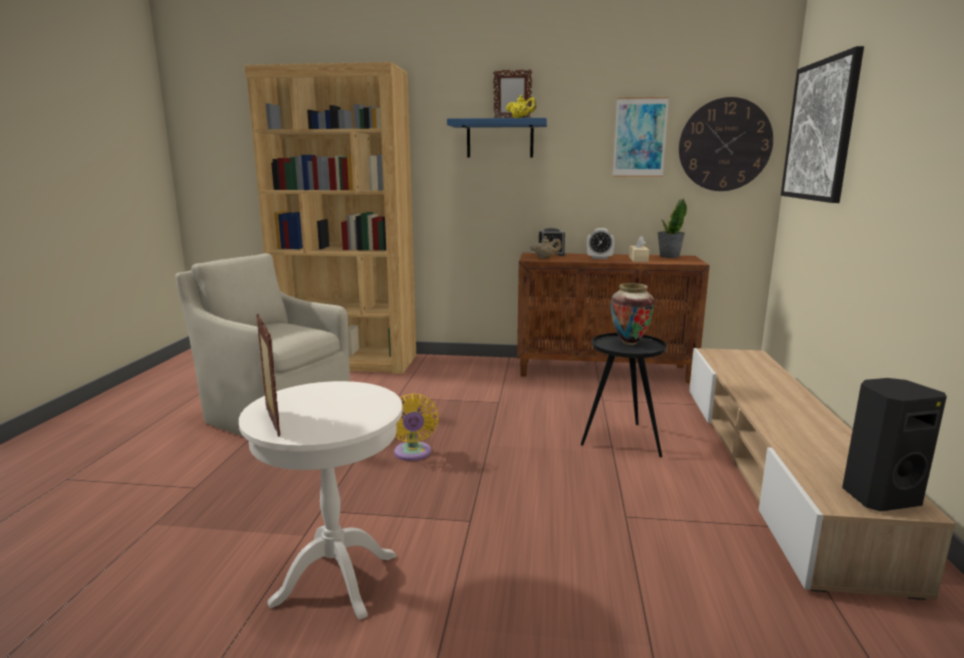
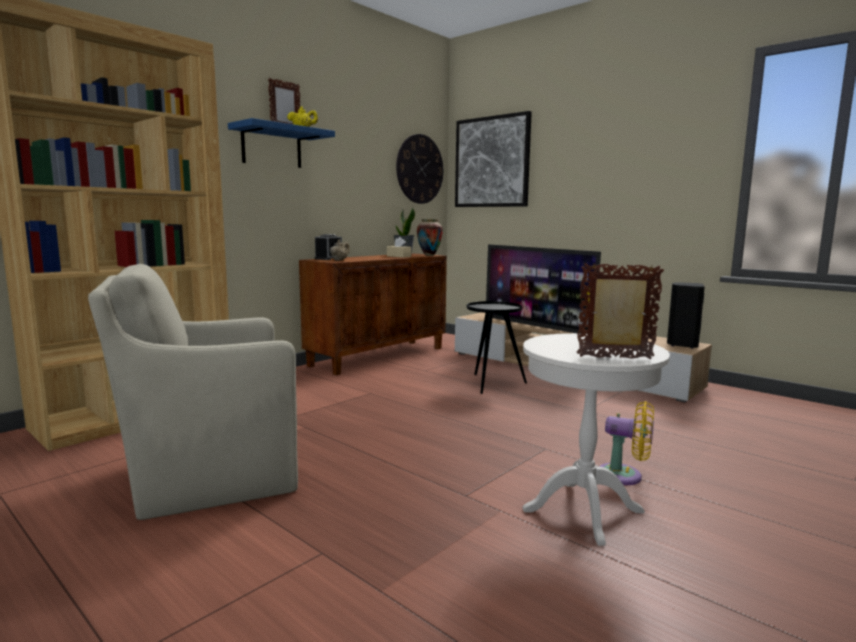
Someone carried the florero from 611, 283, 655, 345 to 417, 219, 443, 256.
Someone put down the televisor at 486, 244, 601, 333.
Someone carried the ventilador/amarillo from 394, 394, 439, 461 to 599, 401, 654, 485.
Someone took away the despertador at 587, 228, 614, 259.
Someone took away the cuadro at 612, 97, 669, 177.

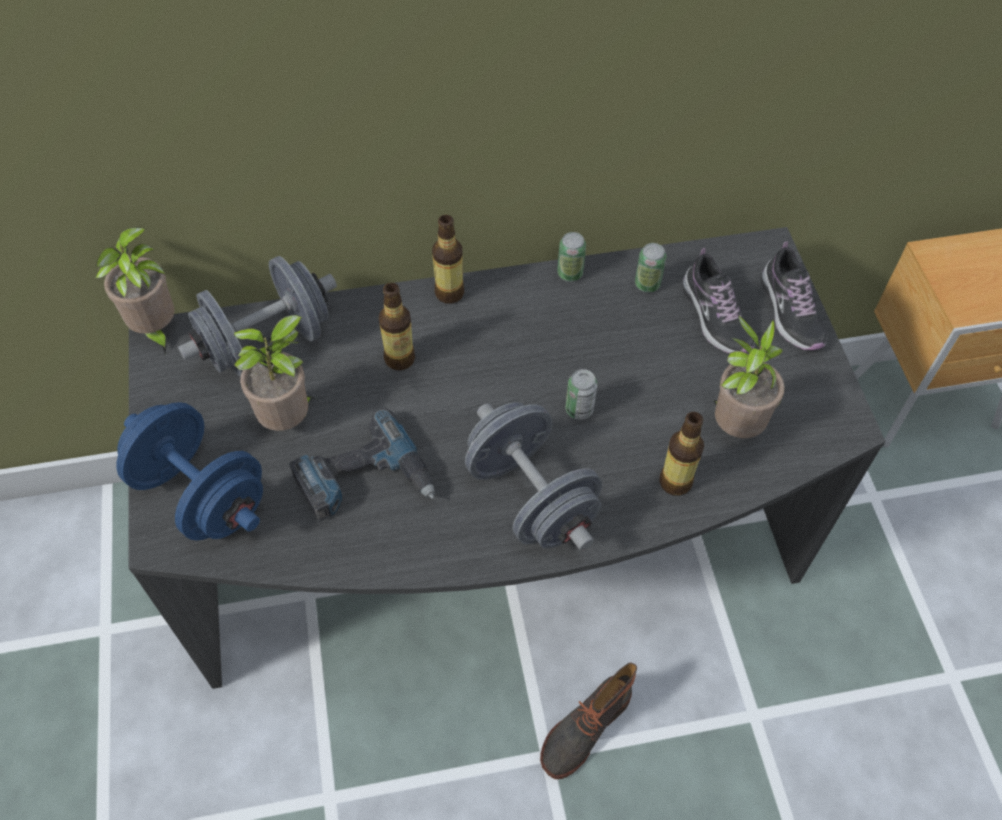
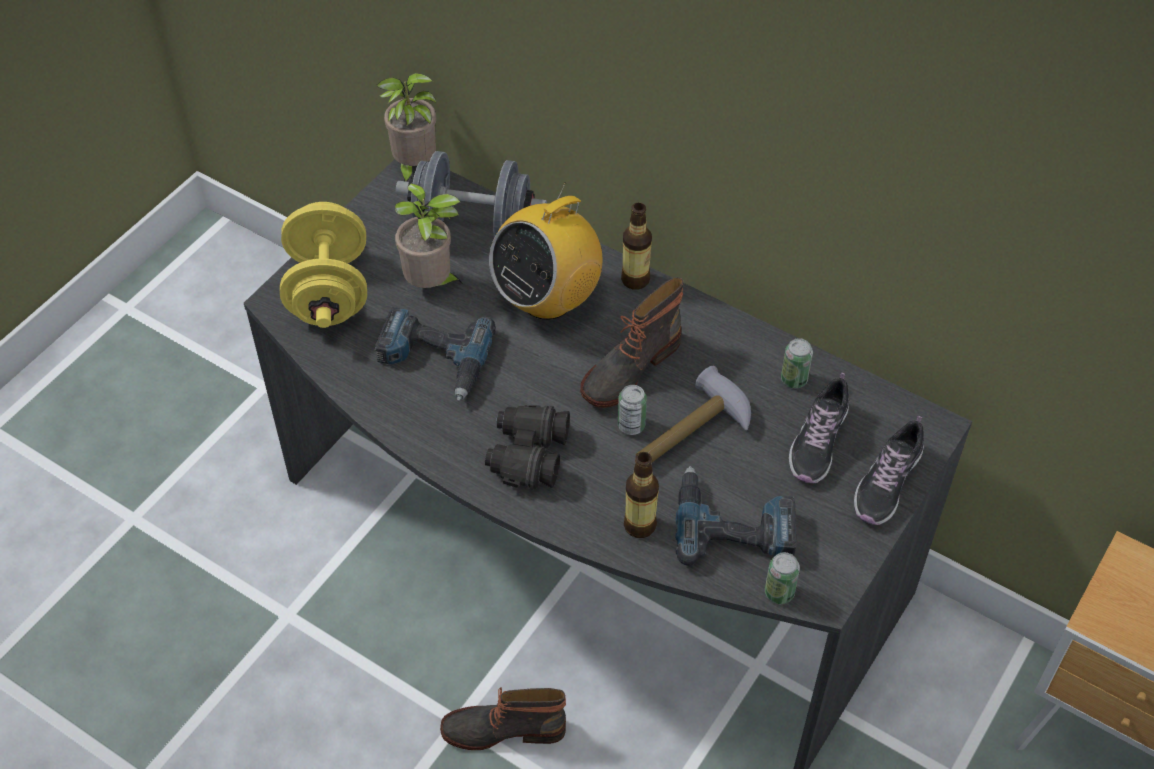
Someone repainted the mancuerna/azul at 117, 402, 263, 541, which became the mancuerna/amarillo at 280, 202, 367, 328.
Someone swapped the mancuerna/gris at 465, 402, 603, 551 for the prismáticos/negro at 485, 405, 570, 490.
Someone swapped the botella at 379, 283, 415, 370 for the radio at 489, 182, 602, 320.
Someone put down the bota at 580, 277, 684, 408.
Someone put down the martillo at 636, 366, 751, 462.
Someone swapped the planta en maceta at 714, 315, 785, 438 for the taladro at 675, 466, 796, 566.
Someone carried the lata from 557, 232, 586, 282 to 765, 552, 800, 604.

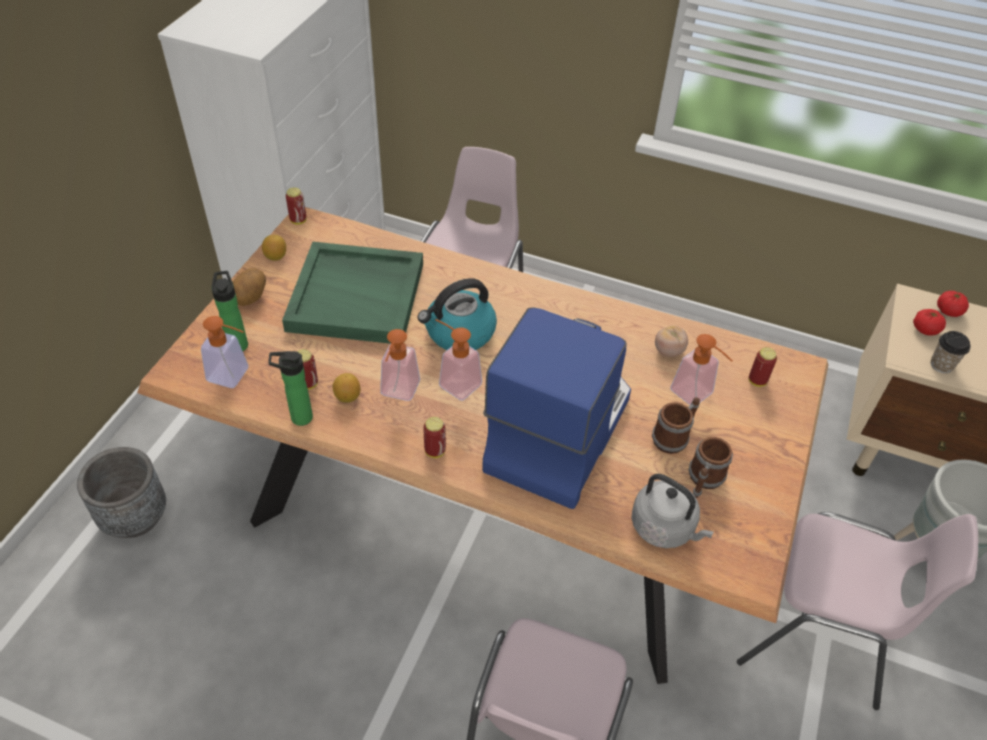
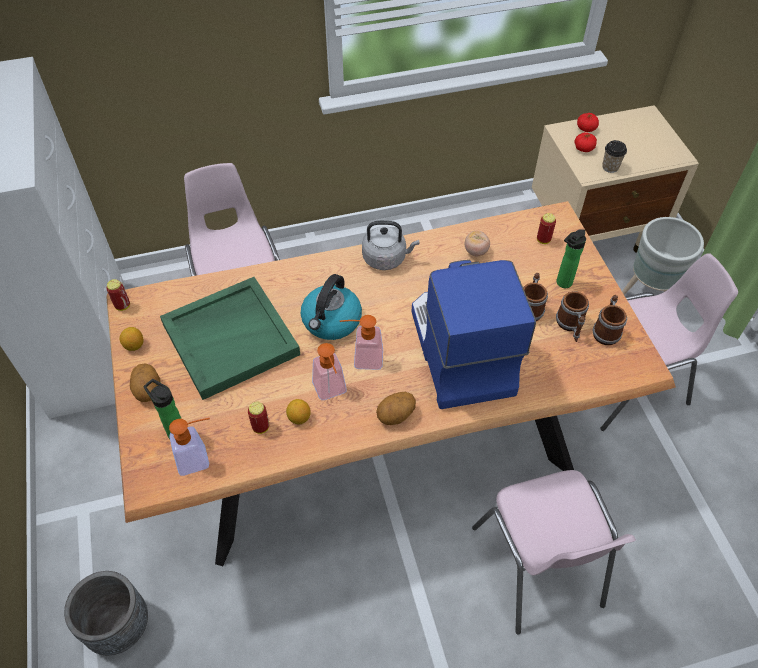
Someone carried the hervidor/gris from 631, 474, 714, 548 to 362, 221, 419, 270.
Someone swapped the lata at 423, 417, 446, 458 for the patata at 376, 392, 416, 425.
Someone carried the botella from 268, 351, 313, 426 to 556, 229, 586, 288.
Someone put down the taza grande at 592, 295, 627, 345.
Someone took away the dispensador de jabón at 670, 334, 733, 405.

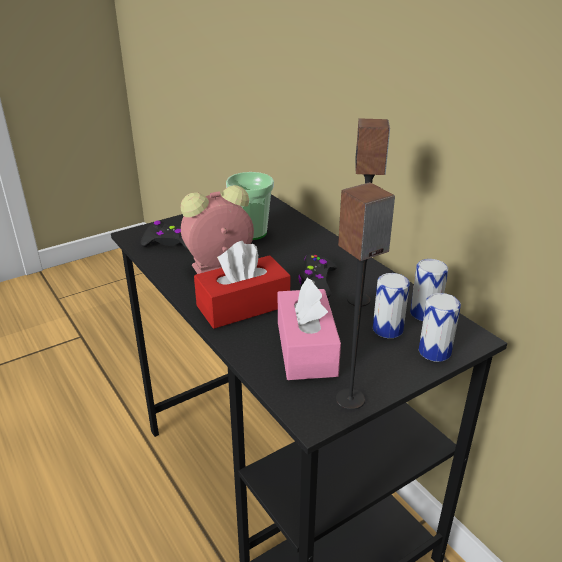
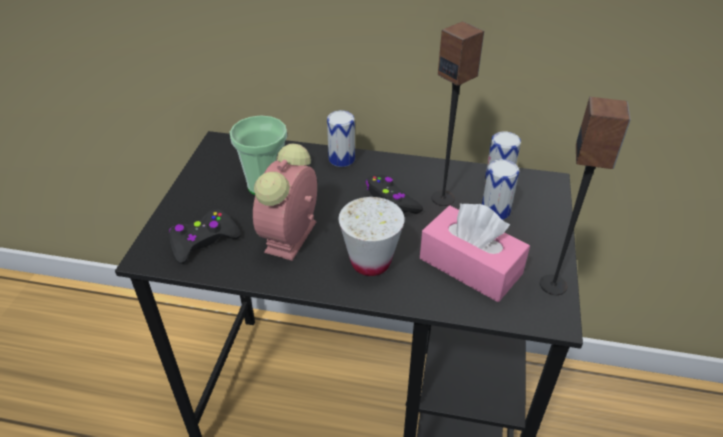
Someone carried the lata from 419, 293, 461, 362 to 327, 110, 355, 167.
Someone swapped the caja de pañuelos/rojo at 194, 241, 290, 329 for the taza/blanco at 339, 197, 405, 276.

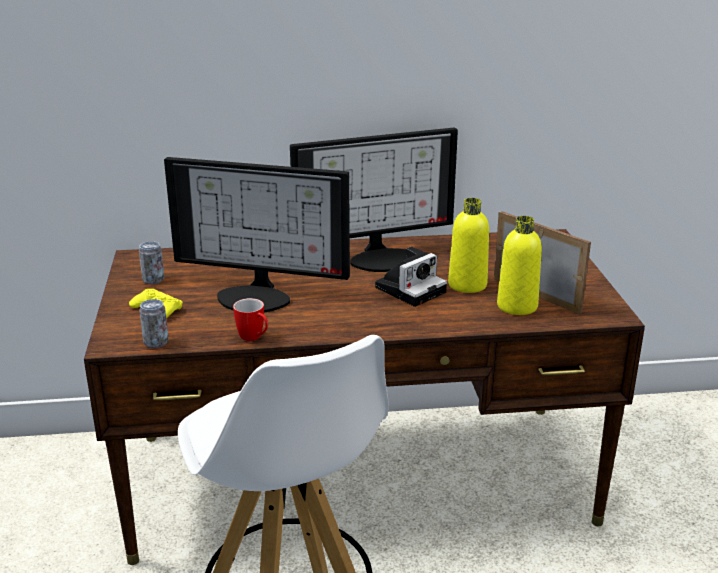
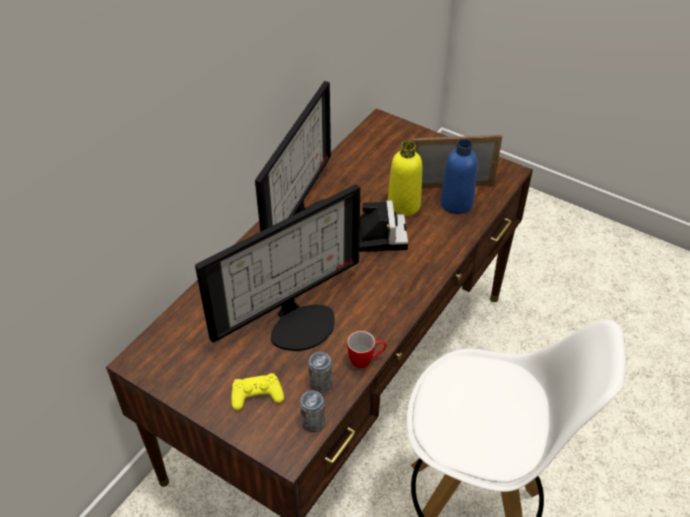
Someone carried the lata from 139, 241, 165, 284 to 308, 352, 332, 393.
Someone repainted the botella/amarillo at 497, 216, 542, 315, which became the botella/azul at 440, 139, 478, 214.

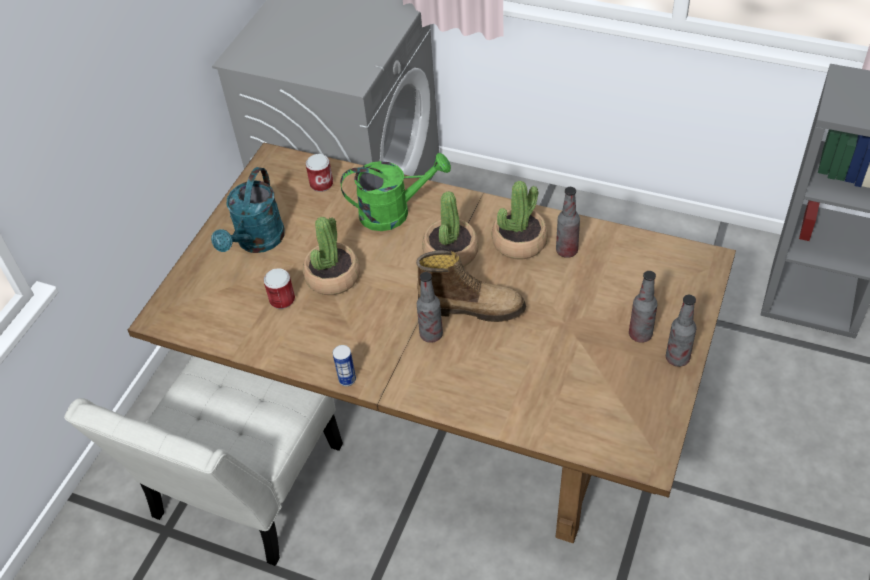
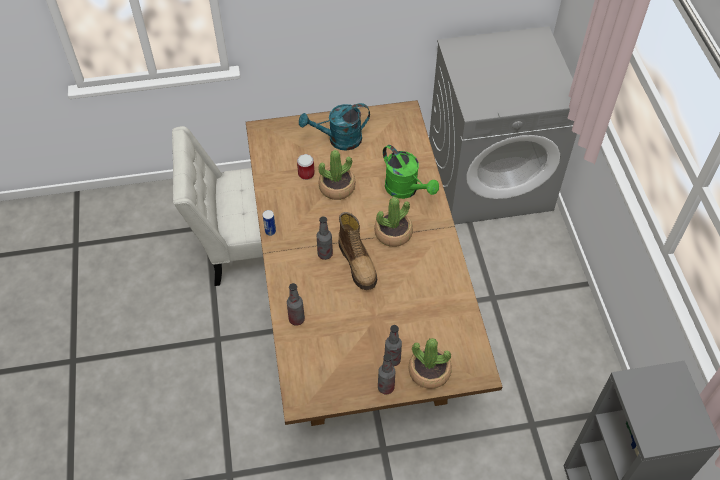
Someone carried the botella from 556, 187, 580, 258 to 287, 283, 305, 326.
Someone carried the planta en maceta from 492, 181, 548, 259 to 408, 338, 452, 389.
Someone took away the lata at 306, 154, 333, 192.

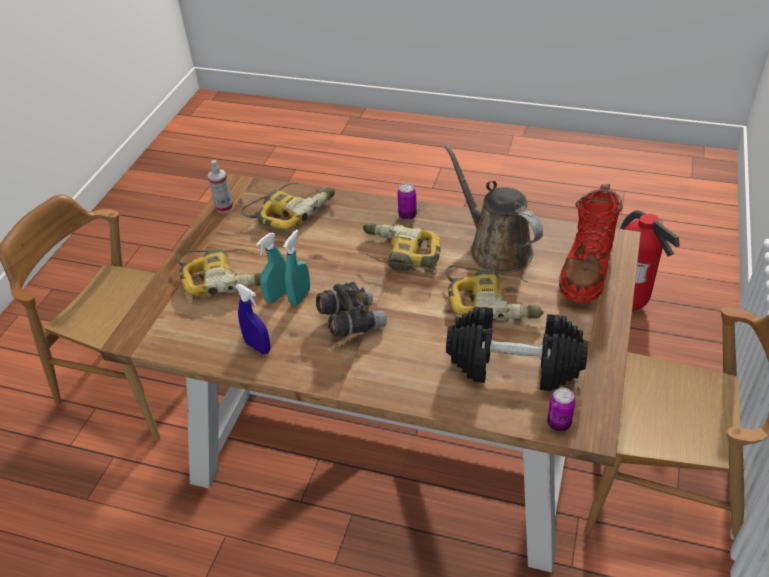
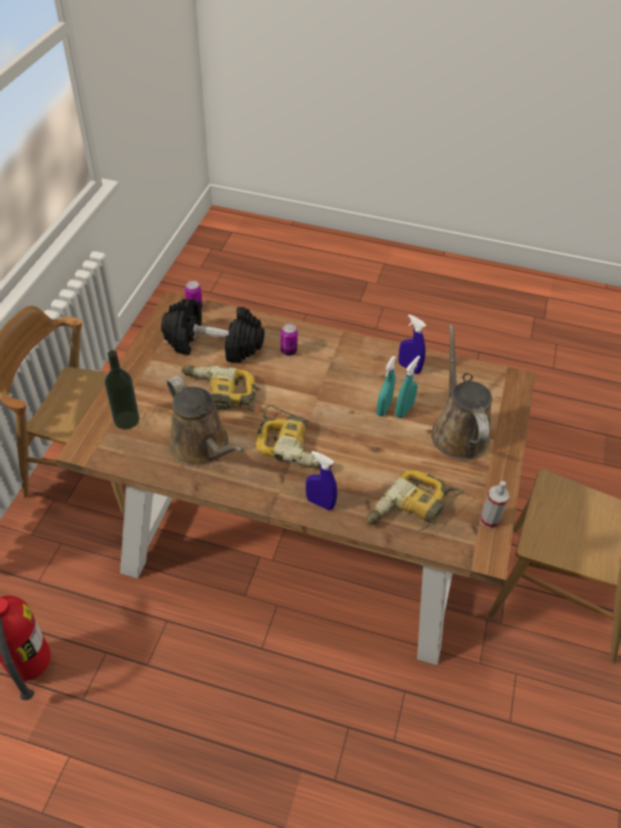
Someone swapped the bota/rojo at 559, 184, 622, 303 for the botella at 105, 350, 140, 430.
Someone carried the lata from 397, 184, 417, 220 to 281, 324, 298, 356.
Someone put down the pulverizador/azul at 306, 451, 337, 510.
Someone swapped the taladro at 177, 248, 262, 296 for the regadera/marrón at 431, 325, 492, 460.
Someone took away the prismáticos/gris at 316, 282, 387, 337.

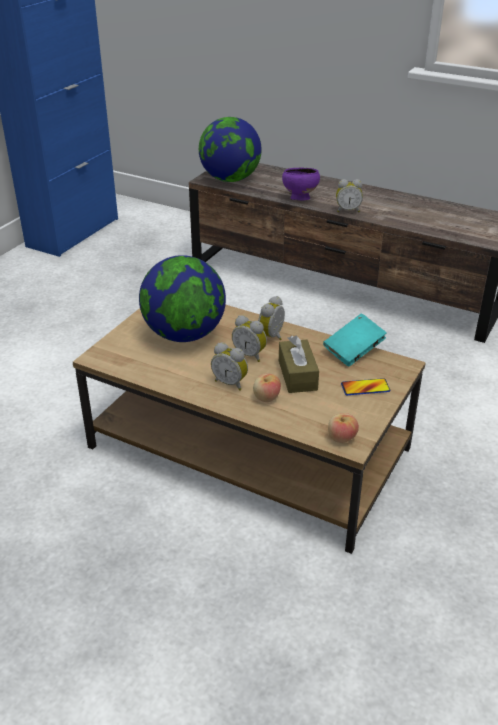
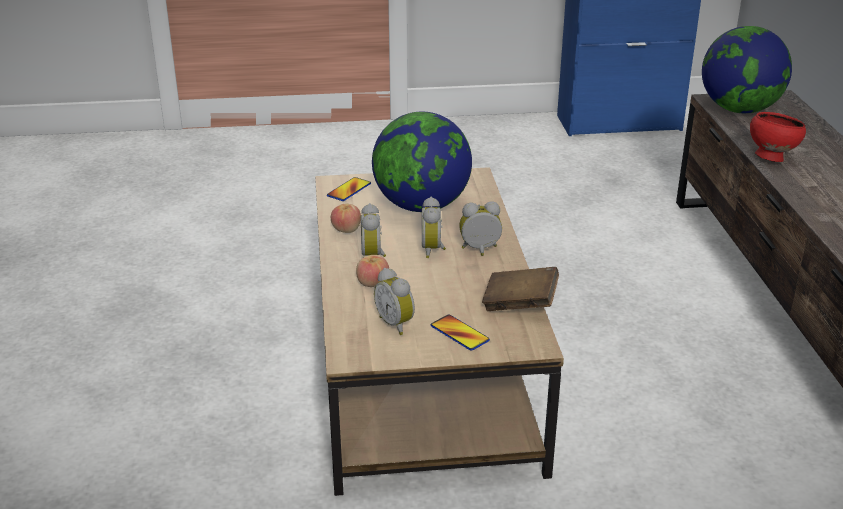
Someone put down the móvil at 327, 177, 371, 201.
Someone carried the manzana from 328, 413, 359, 443 to 331, 204, 361, 233.
Someone carried the despertador from 336, 179, 363, 212 to 374, 268, 415, 335.
Someone repainted the libro/turquesa at 323, 313, 386, 366, which became the libro/marrón at 482, 267, 559, 311.
Someone repainted the cuenco/morado at 282, 167, 320, 200, which became the cuenco/rojo at 750, 112, 806, 162.
Someone took away the caja de pañuelos/marrón at 279, 336, 319, 393.

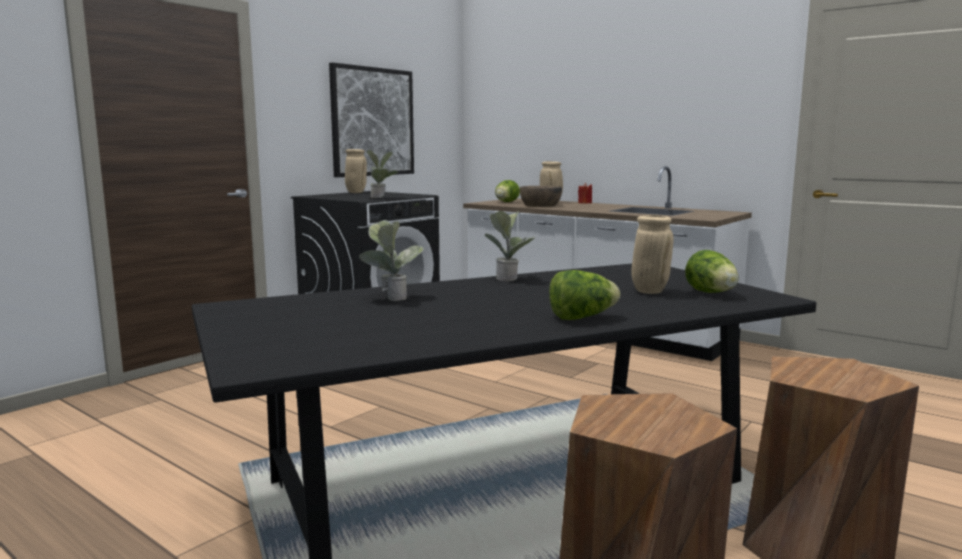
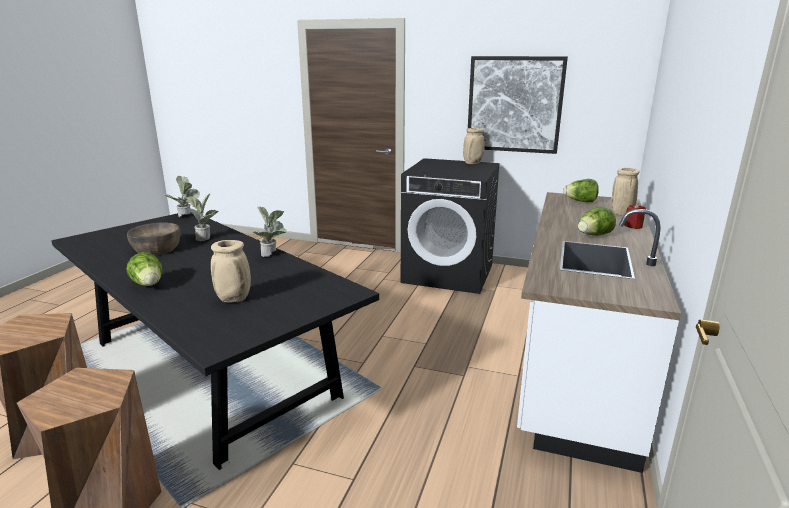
Someone carried the cuenco/marrón from 520, 186, 562, 207 to 127, 223, 180, 255.
Someone carried the planta en maceta from 366, 150, 398, 198 to 164, 176, 200, 217.
Someone carried the lechuga from 685, 250, 739, 293 to 578, 207, 616, 236.

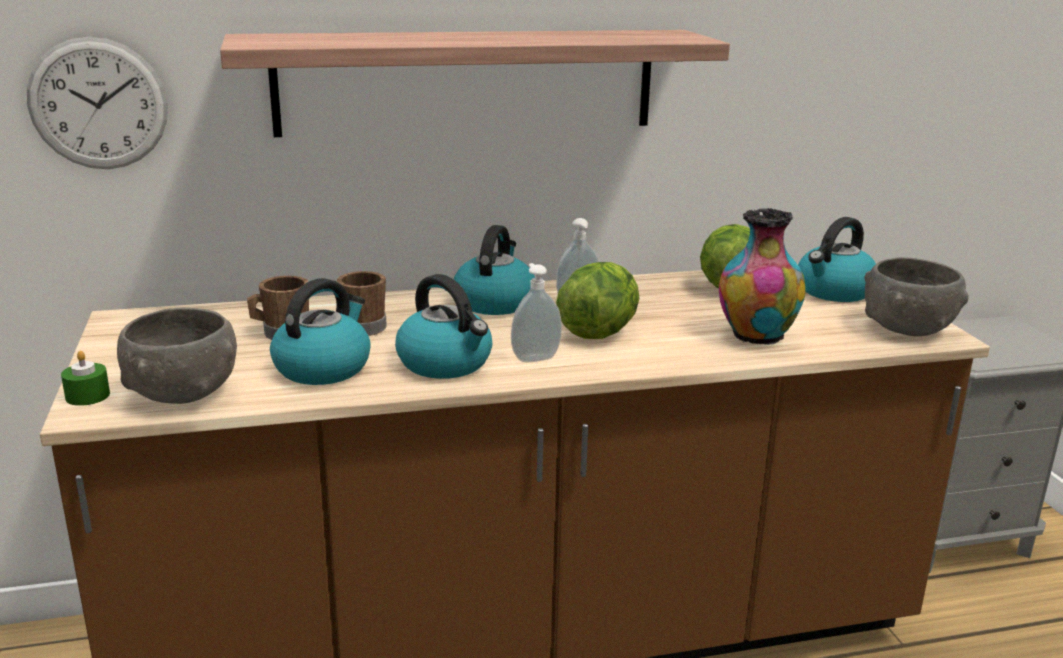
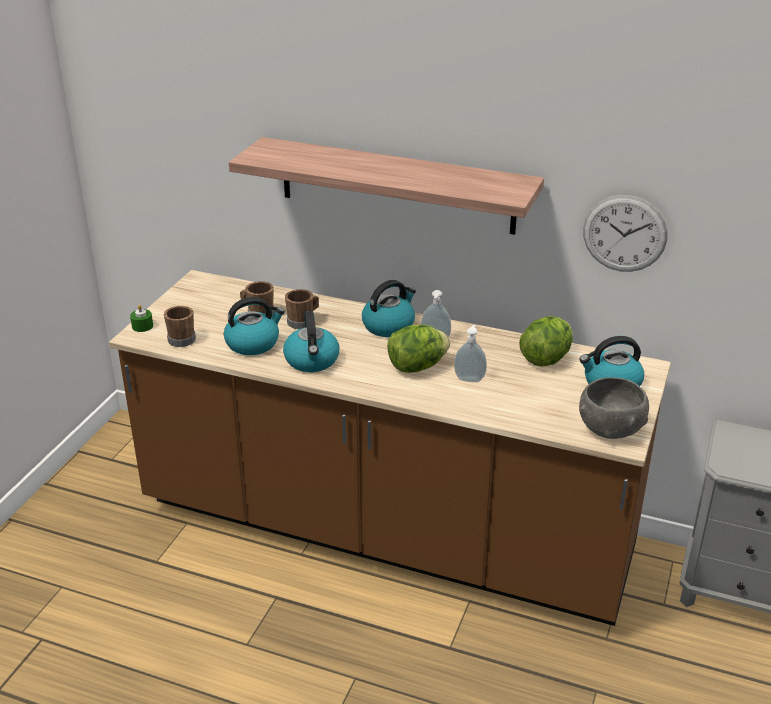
Someone swapped the cuenco/gris at 117, 307, 237, 404 for the taza grande/marrón at 164, 306, 196, 347.
Someone carried the dispensador de jabón from 511, 263, 562, 362 to 454, 325, 487, 382.
Someone carried the reloj de pared from 27, 37, 168, 169 to 583, 195, 668, 272.
Someone took away the florero at 719, 208, 806, 345.

